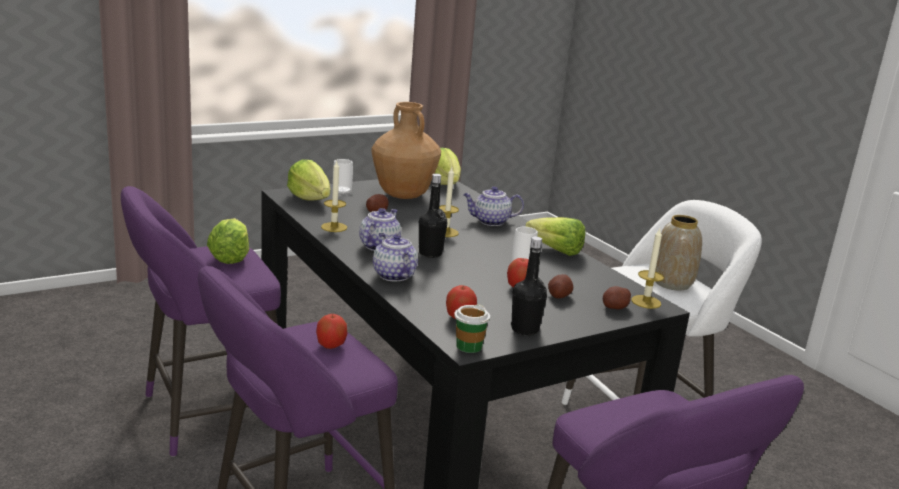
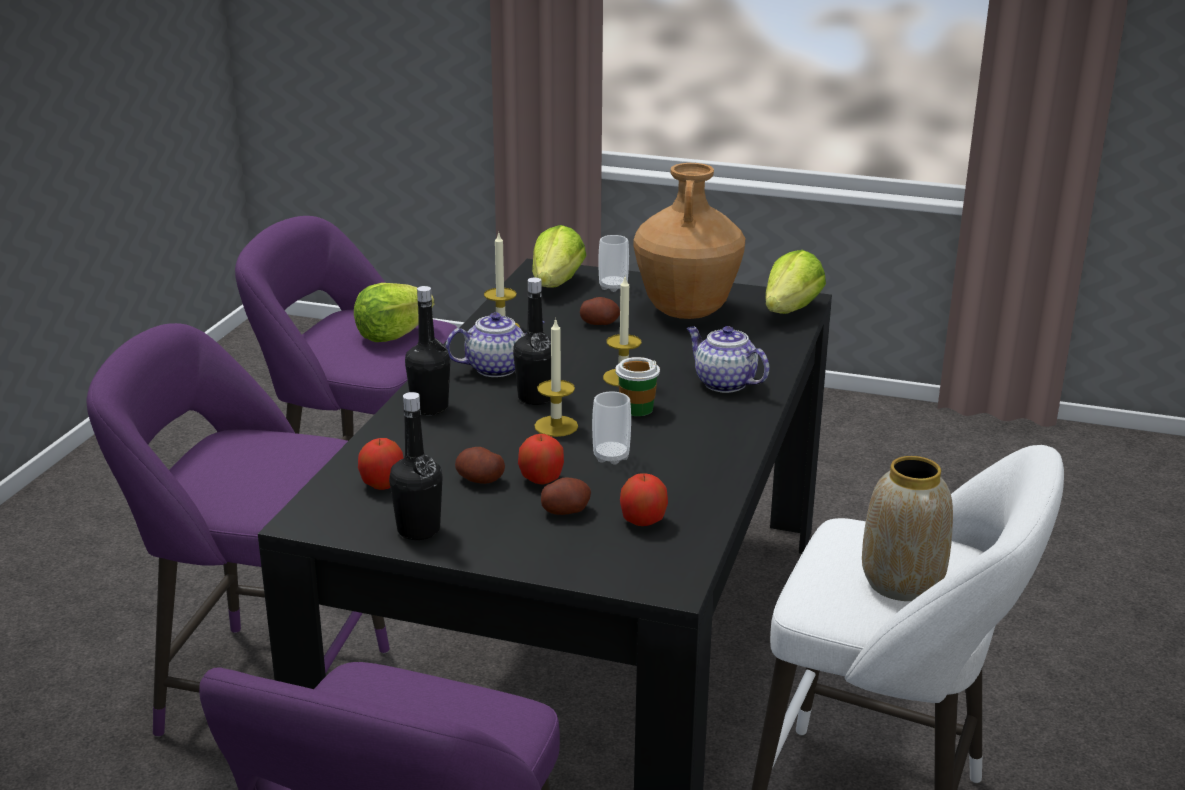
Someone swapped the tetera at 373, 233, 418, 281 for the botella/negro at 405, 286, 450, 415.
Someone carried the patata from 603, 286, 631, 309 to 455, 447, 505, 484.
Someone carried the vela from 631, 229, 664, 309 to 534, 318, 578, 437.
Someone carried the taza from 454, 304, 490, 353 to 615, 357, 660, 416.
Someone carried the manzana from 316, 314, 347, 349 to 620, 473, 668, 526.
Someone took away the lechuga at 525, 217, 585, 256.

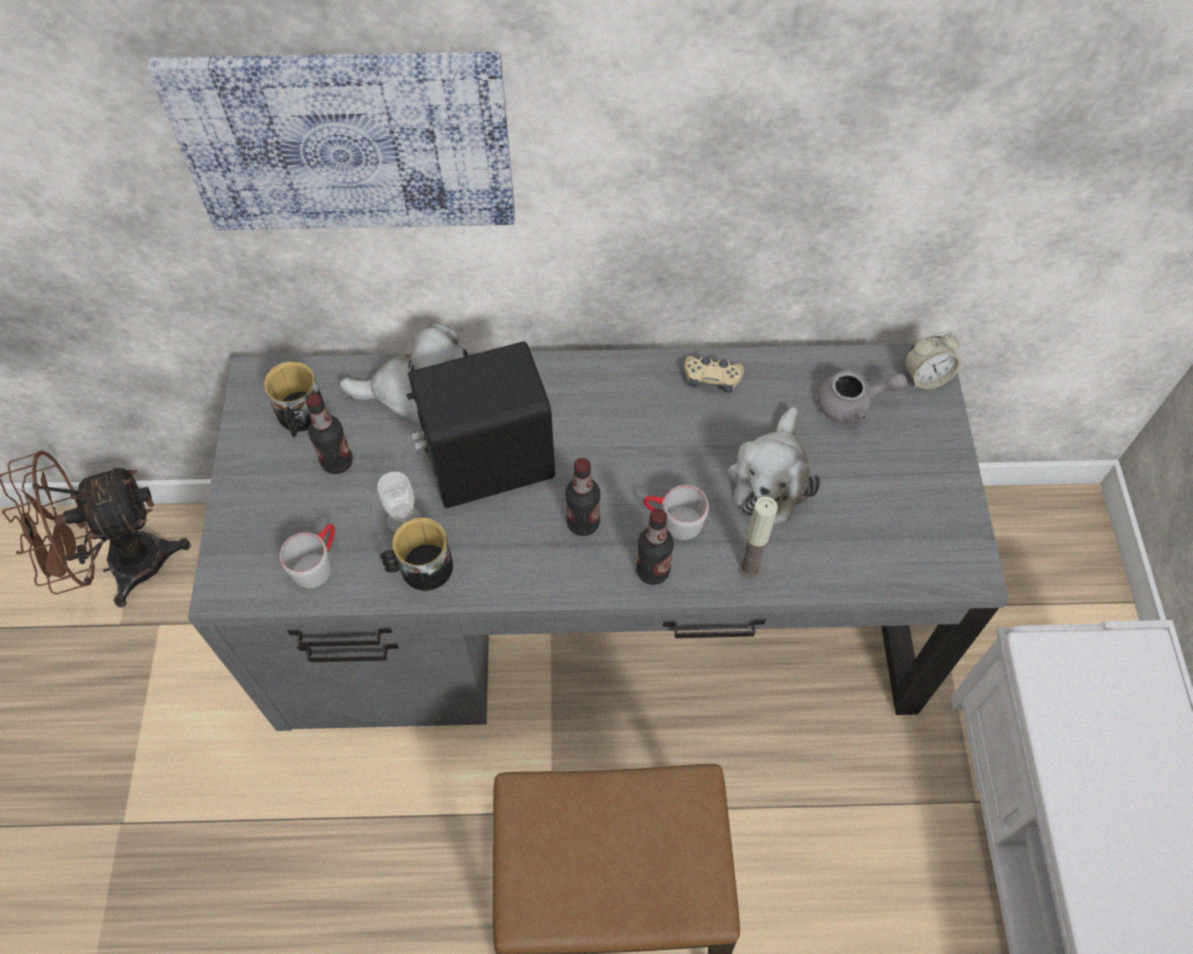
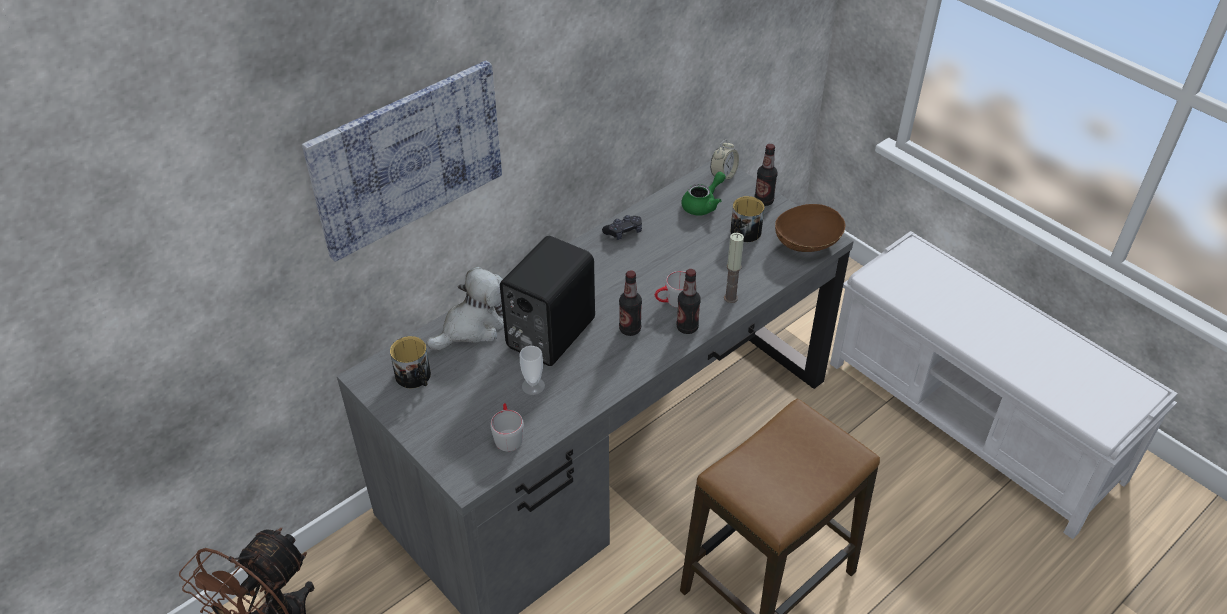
Someone repainted the mando de consola/beis at 684, 356, 744, 393, which became the mando de consola/negro at 602, 215, 642, 240.
Someone repainted the tetera/gris at 817, 370, 908, 424, which became the tetera/verde at 681, 172, 726, 216.
Someone carried the taza grande from 380, 518, 453, 591 to 730, 196, 765, 242.
Someone carried the botella from 306, 394, 353, 474 to 754, 144, 778, 206.
Someone put down the cuenco/marrón at 775, 204, 845, 252.
Someone took away the peluche at 727, 407, 821, 525.

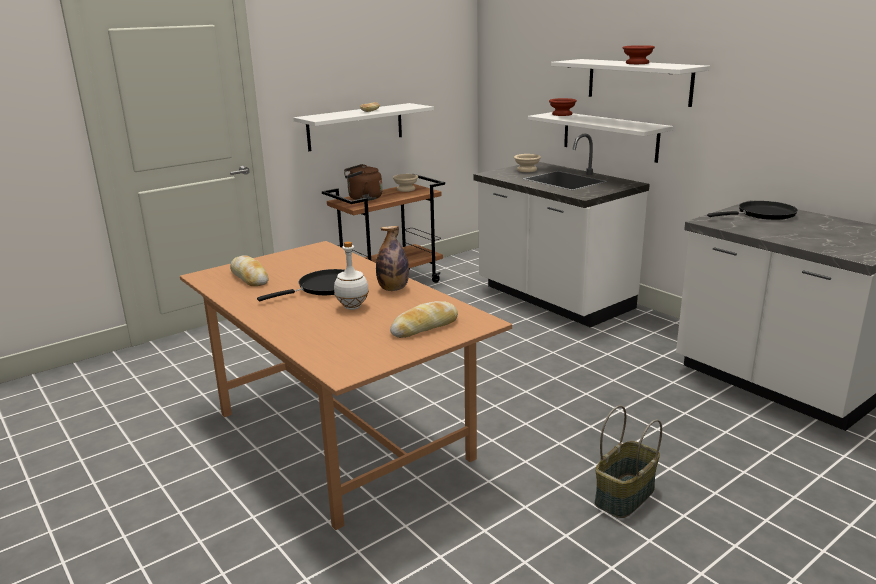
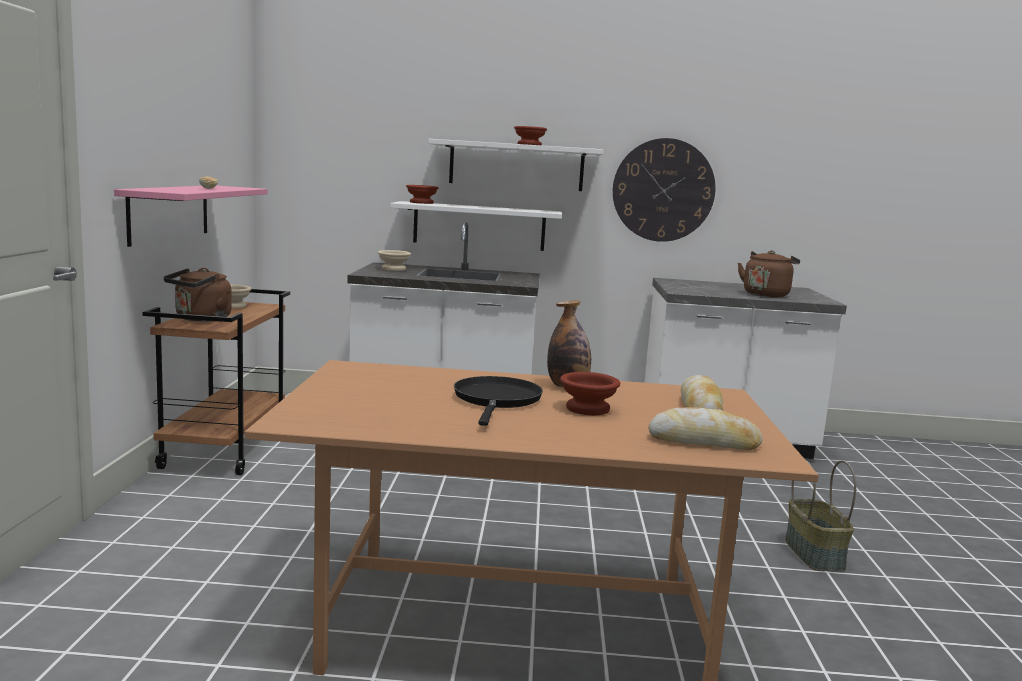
Someone repainted the estante/blanco at 293, 103, 434, 151, which became the estante/rosa at 114, 186, 268, 247.
Someone swapped the botella/blanco at 334, 241, 369, 310 for the cuenco/marrón at 560, 372, 620, 415.
Someone put up the reloj de pared at 613, 138, 716, 242.
Someone carried the pan from 230, 255, 269, 286 to 648, 407, 763, 450.
Someone put down the hervidor/marrón at 738, 251, 800, 297.
Someone took away the sartén/negro at 707, 201, 798, 220.

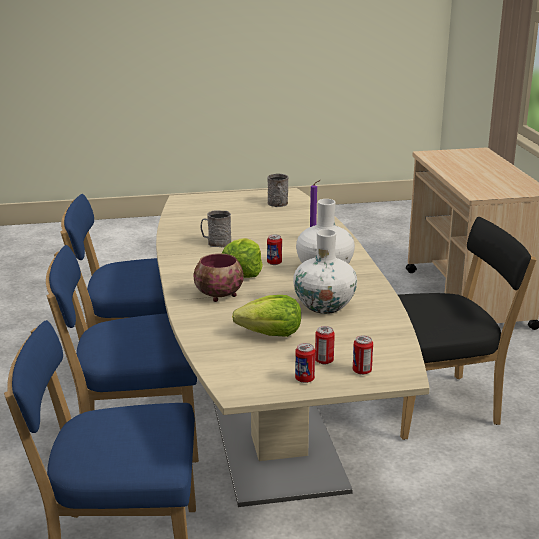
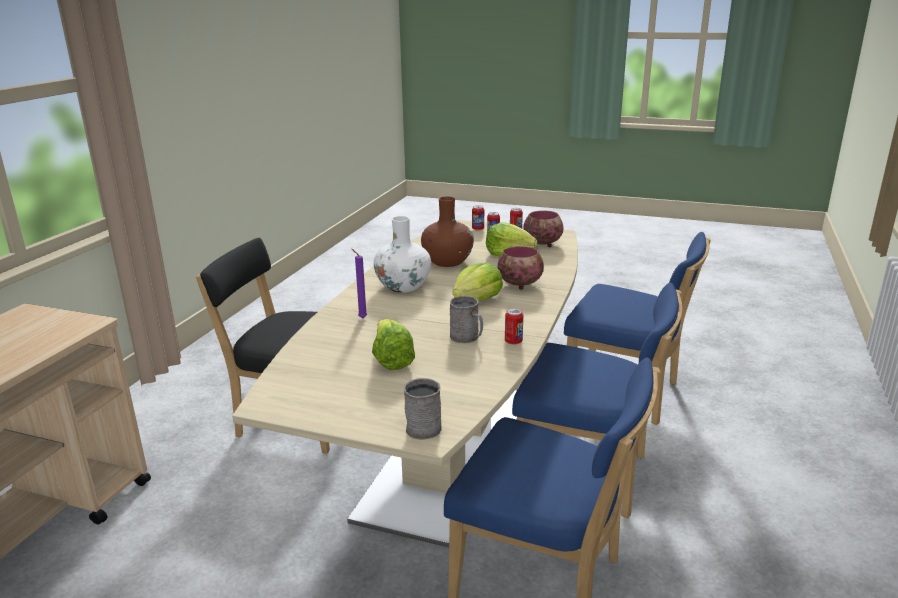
Someone put down the lechuga at 372, 319, 415, 370.
Someone carried the taza grande/gris from 268, 174, 288, 207 to 404, 378, 441, 440.
Someone repainted the florero/blanco at 293, 229, 357, 314, which became the florero/marrón at 421, 196, 474, 267.
Someone carried the lata from 267, 235, 282, 265 to 505, 308, 523, 345.
Someone put down the cuenco at 523, 210, 564, 247.

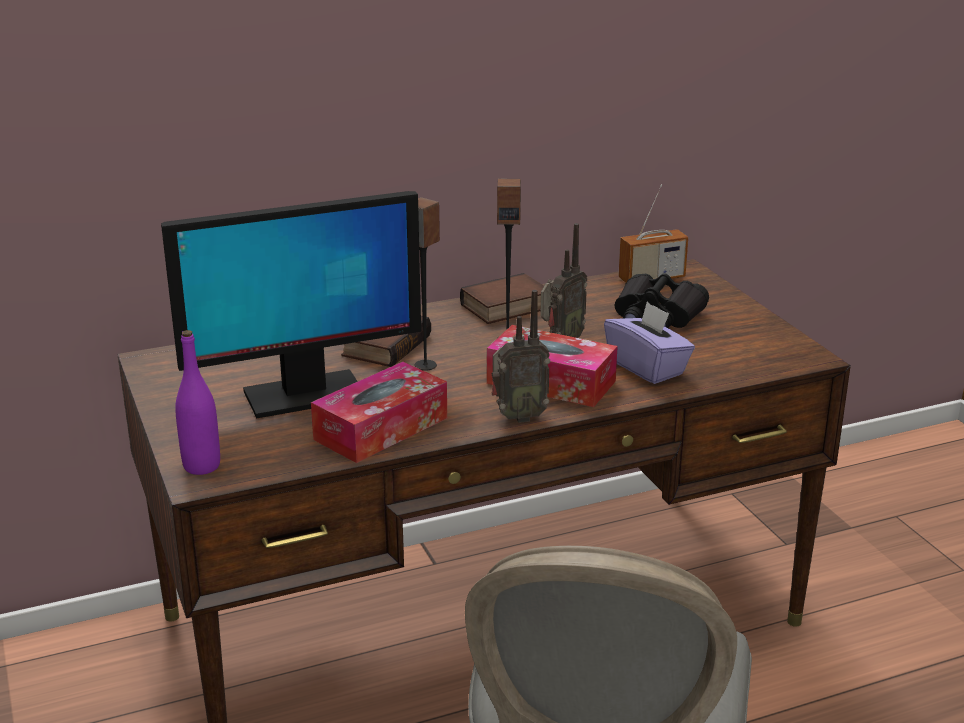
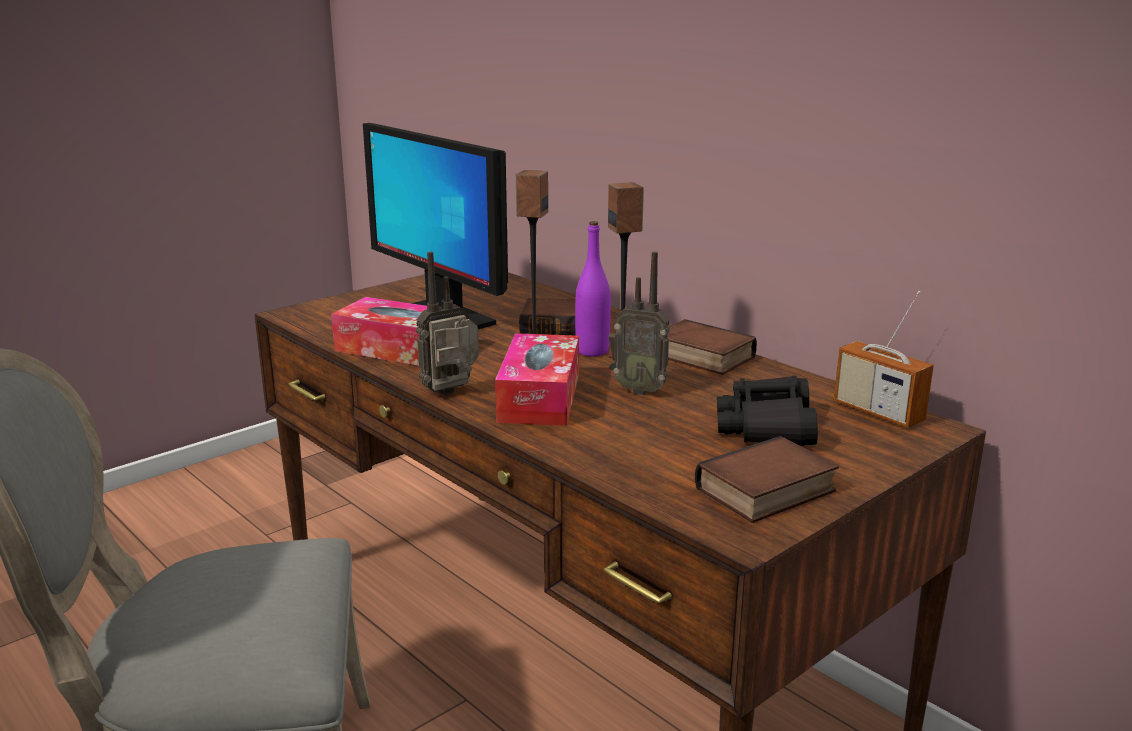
Someone rotated the radio at 491, 290, 550, 423 by 90 degrees clockwise.
Someone carried the botella/morado from 175, 330, 220, 475 to 575, 221, 611, 357.
Someone put down the libro at 695, 436, 839, 523.
Someone took away the caja de pañuelos/morado at 604, 301, 695, 384.

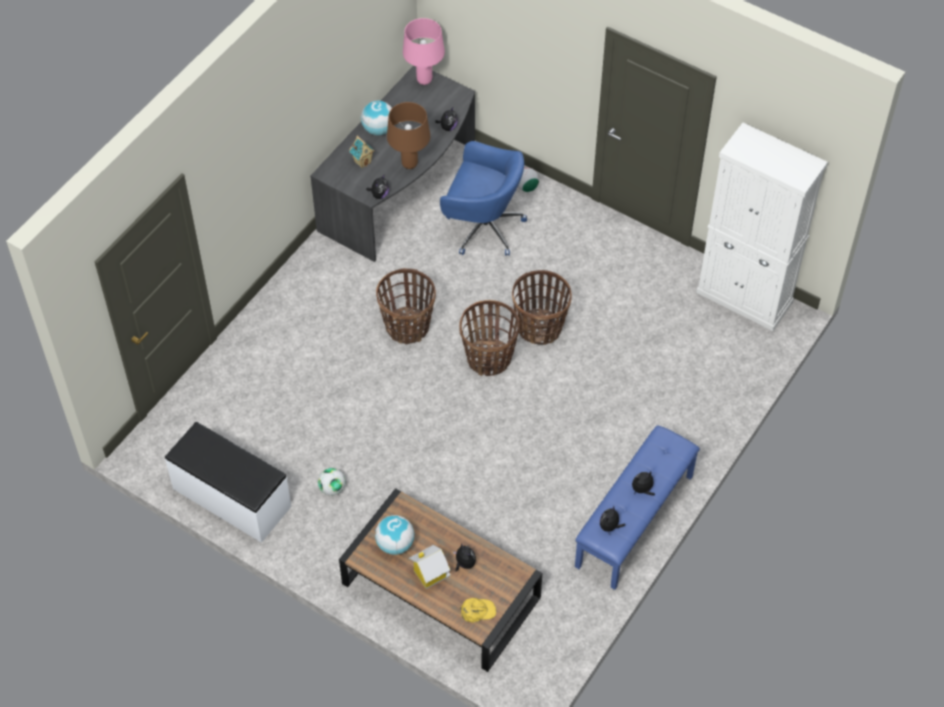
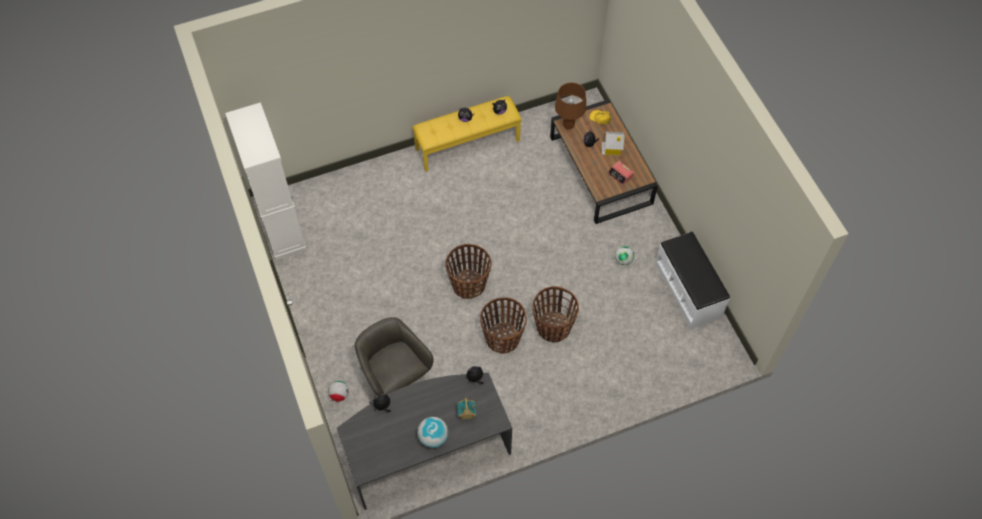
Someone repainted the silla de oficina/azul at 440, 141, 527, 256, which became the silla de oficina/gris at 354, 317, 434, 404.
Someone repainted the banco/azul at 575, 425, 700, 590, which became the banco/amarillo at 412, 96, 522, 172.
Someone carried the cesta from 512, 270, 572, 345 to 532, 286, 579, 343.
Someone carried the lámpara de mesa/marrón from 387, 102, 430, 169 to 555, 83, 586, 129.
Someone swapped the globo terráqueo at 375, 515, 414, 555 for the despertador at 608, 161, 634, 185.
Someone took away the lámpara de mesa/rosa at 403, 18, 445, 85.

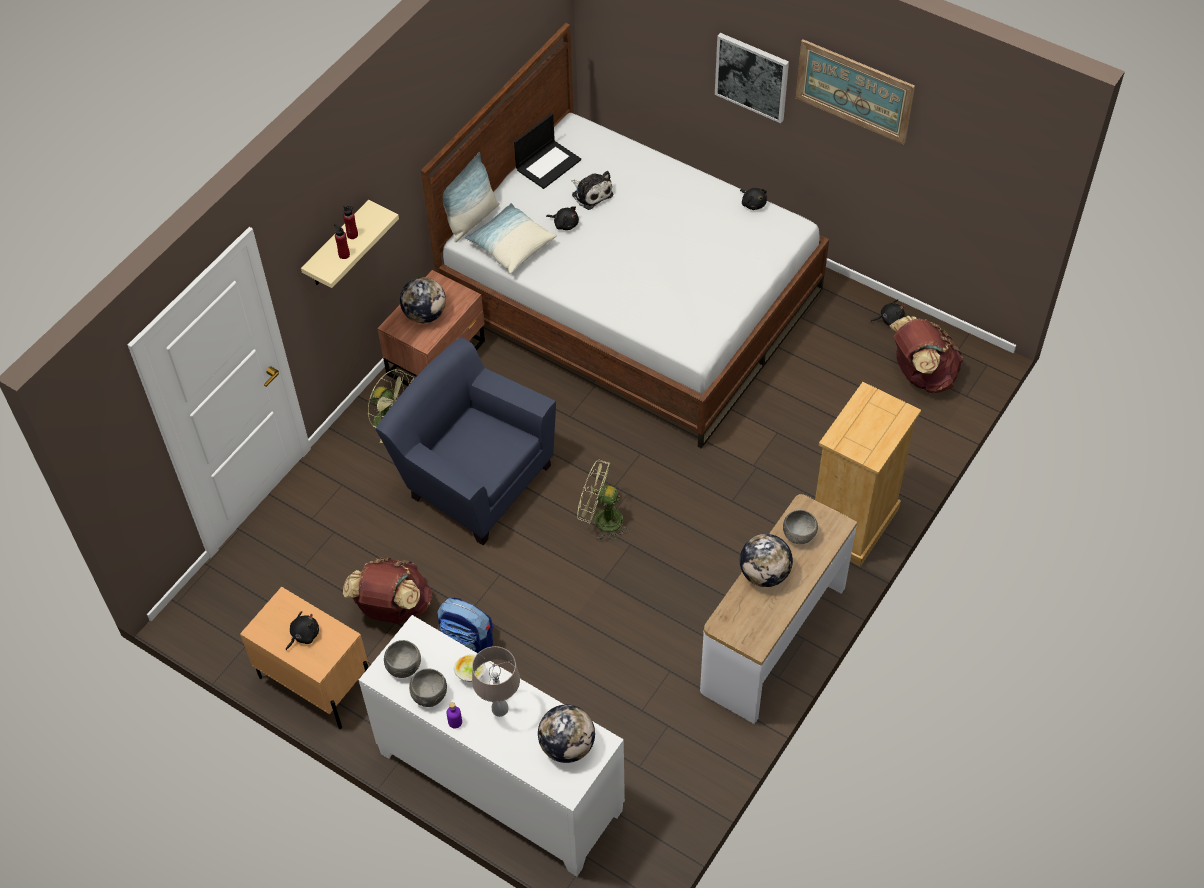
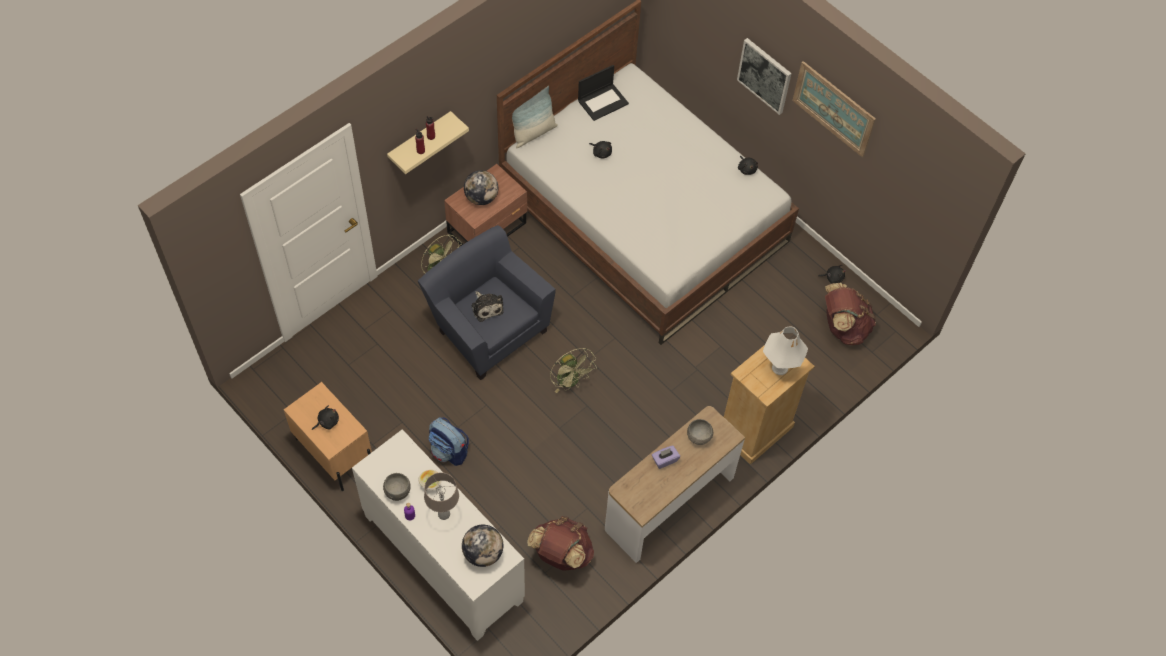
Someone carried the peluche from 572, 171, 613, 210 to 471, 291, 504, 322.
Someone carried the mochila/marrón from 343, 557, 432, 623 to 527, 516, 594, 571.
Someone rotated the ventilador/verde at 577, 460, 629, 541 by 150 degrees counterclockwise.
Someone swapped the globo terráqueo at 740, 534, 793, 587 for the caja de pañuelos/morado at 652, 446, 680, 469.
Someone put down the lámpara de mesa/blanco at 763, 327, 808, 375.
Someone took away the cuenco/gris at 384, 640, 421, 678.
Someone took away the cojín at 465, 203, 557, 274.

